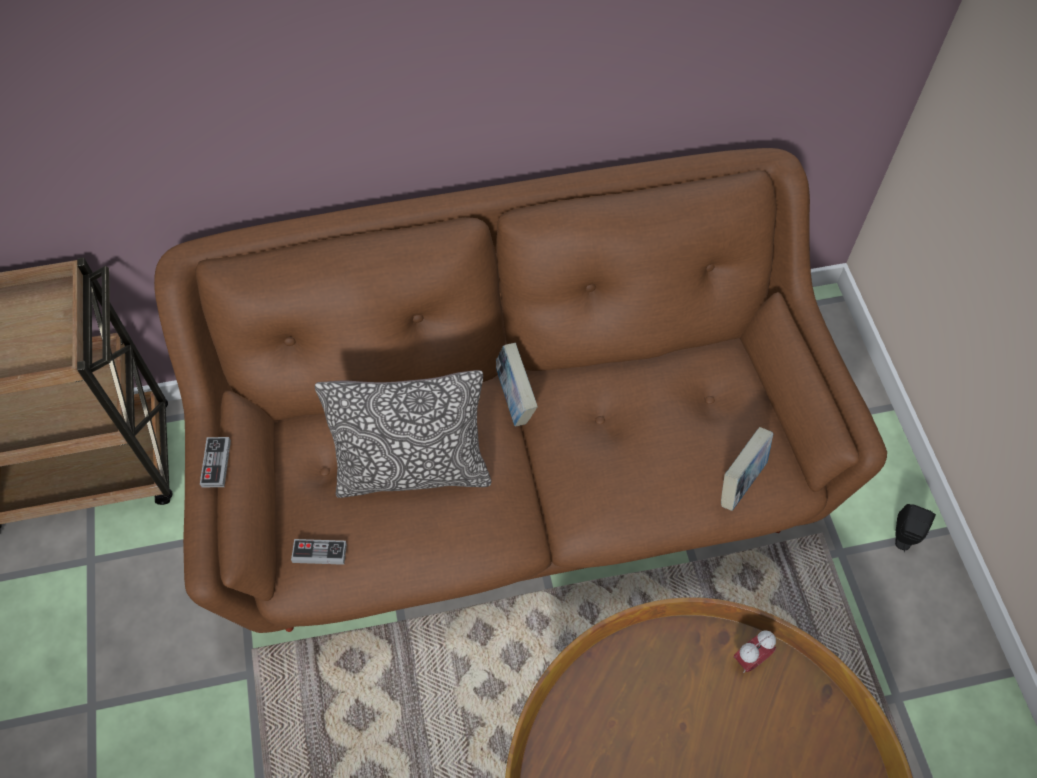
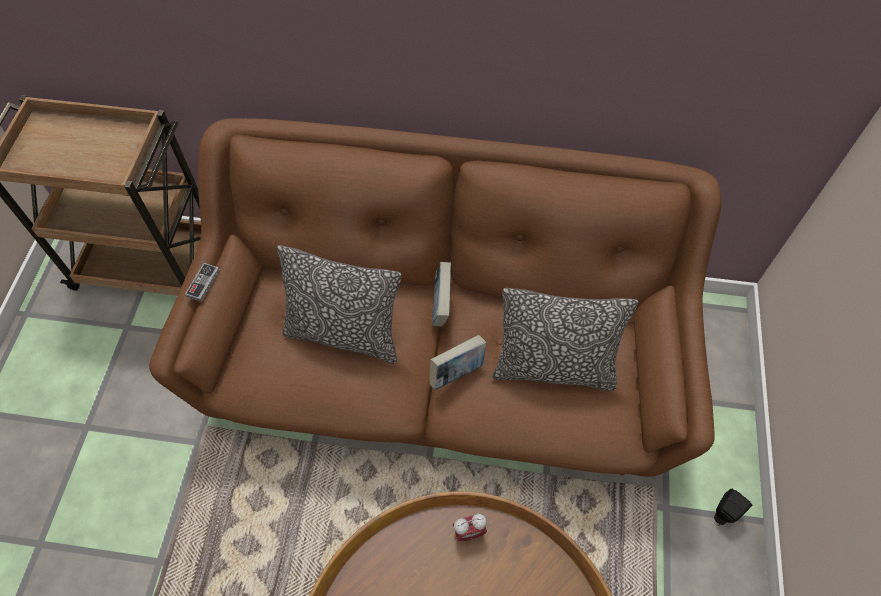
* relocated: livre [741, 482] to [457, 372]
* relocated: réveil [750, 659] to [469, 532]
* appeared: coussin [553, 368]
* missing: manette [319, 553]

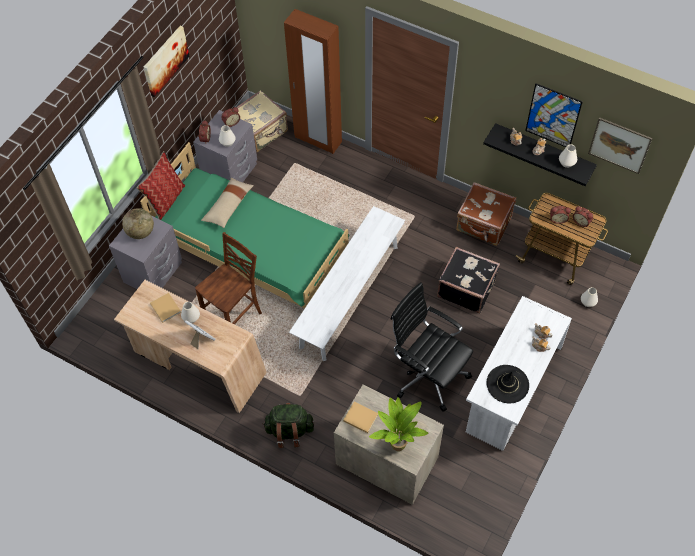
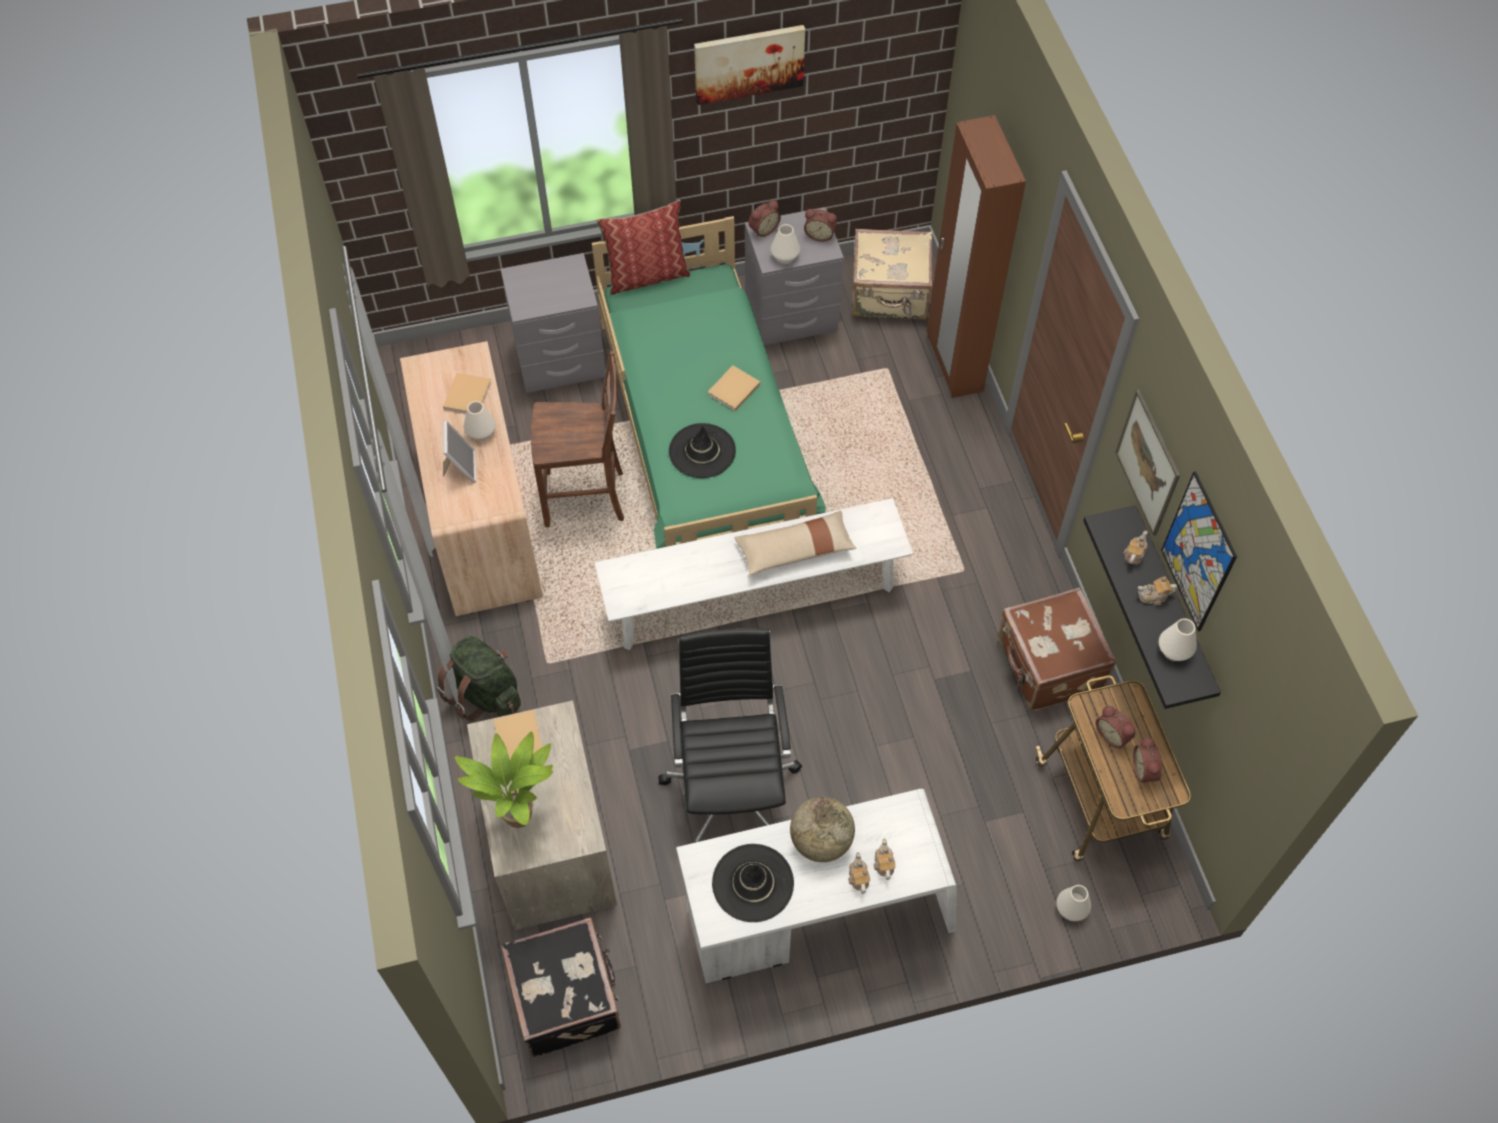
* relocated: valise/noir [466, 288] to [567, 996]
* appeared: chapeau/noir [702, 451]
* appeared: livre/beige [733, 390]
* relocated: coussin/beige [228, 206] to [795, 550]
* relocated: globe [140, 232] to [821, 841]
* relocated: tableau [619, 145] to [1147, 463]

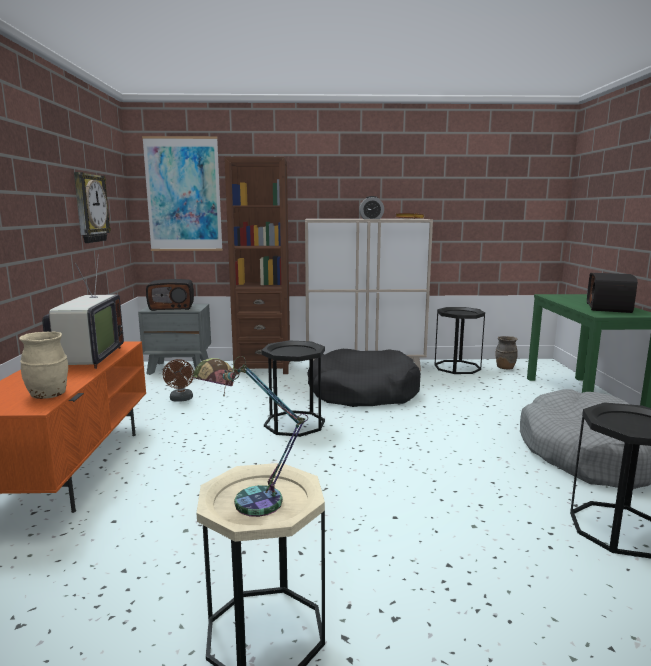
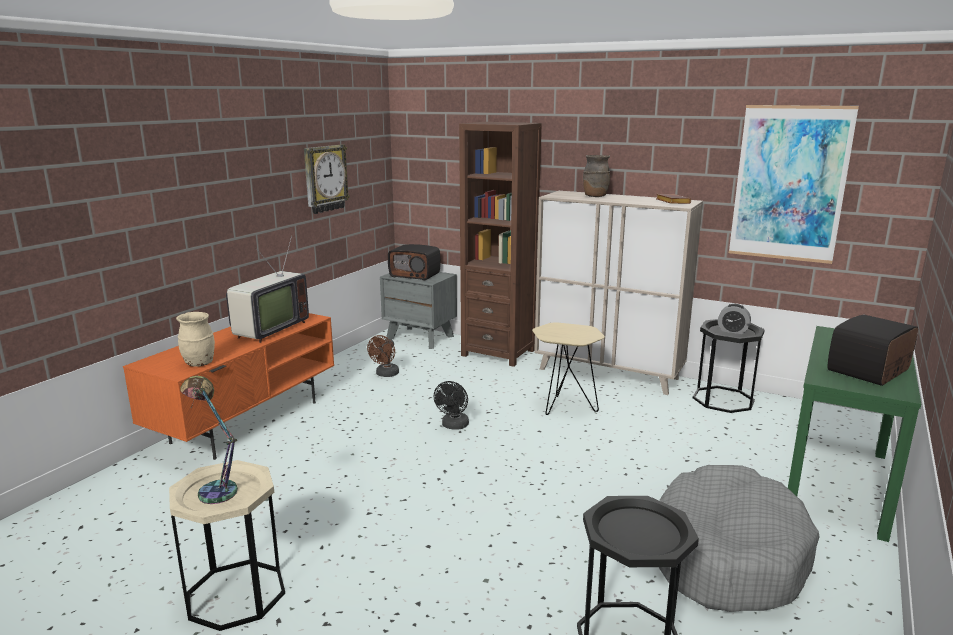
* exchanged: table d'appoint/noir [294, 423] to ventilateur/noir [454, 426]
* exchanged: panier pour chien/noir [363, 392] to table d'appoint/beige [564, 407]
* relocated: vase/marron [504, 368] to [595, 196]
* relocated: réveil [371, 219] to [732, 331]
* relocated: tableau [183, 195] to [789, 184]

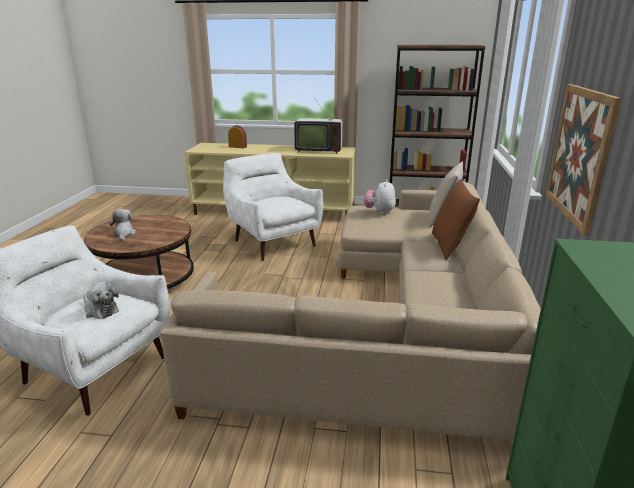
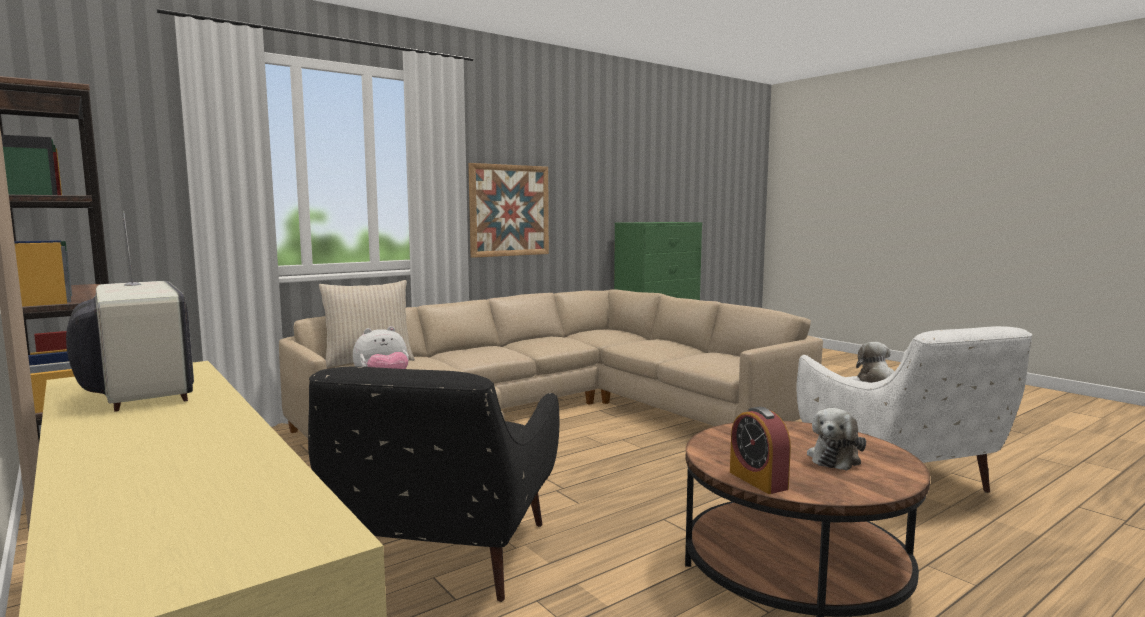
* colour: fauteuil/blanc [273, 242] to fauteuil/noir [445, 558]
* relocated: réveil [238, 147] to [758, 480]
* missing: coussin/marron [450, 246]

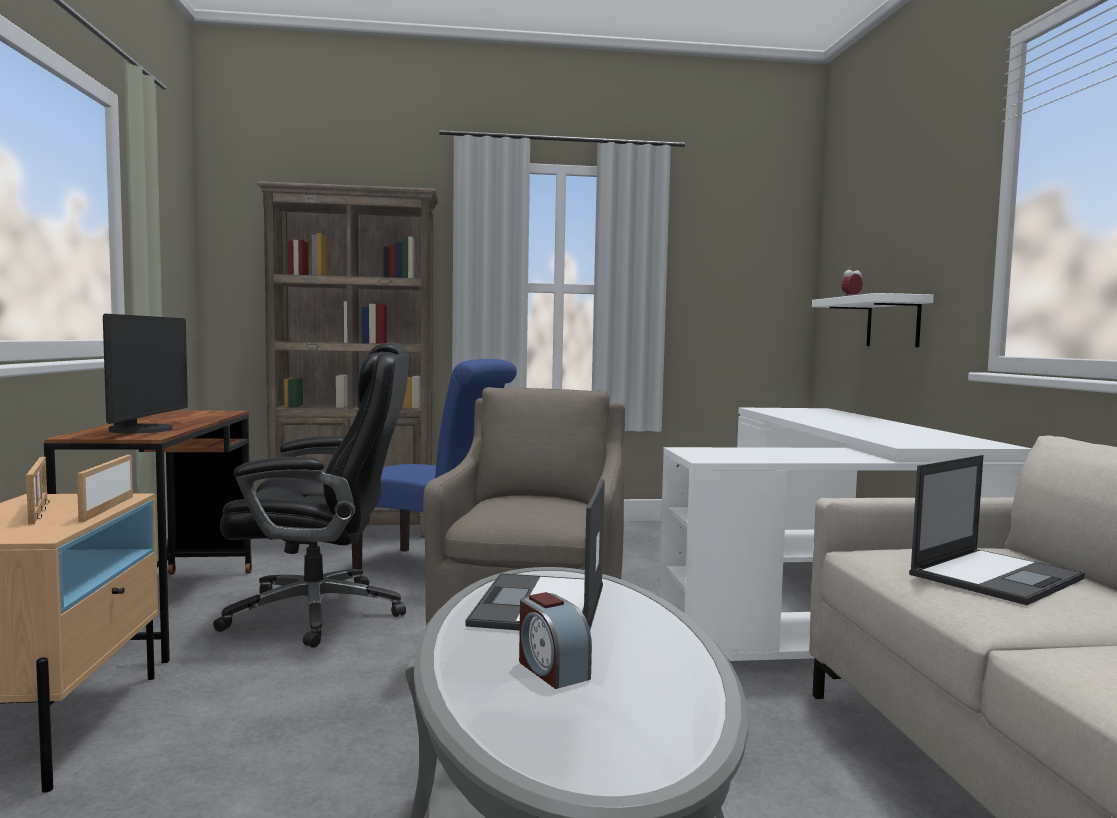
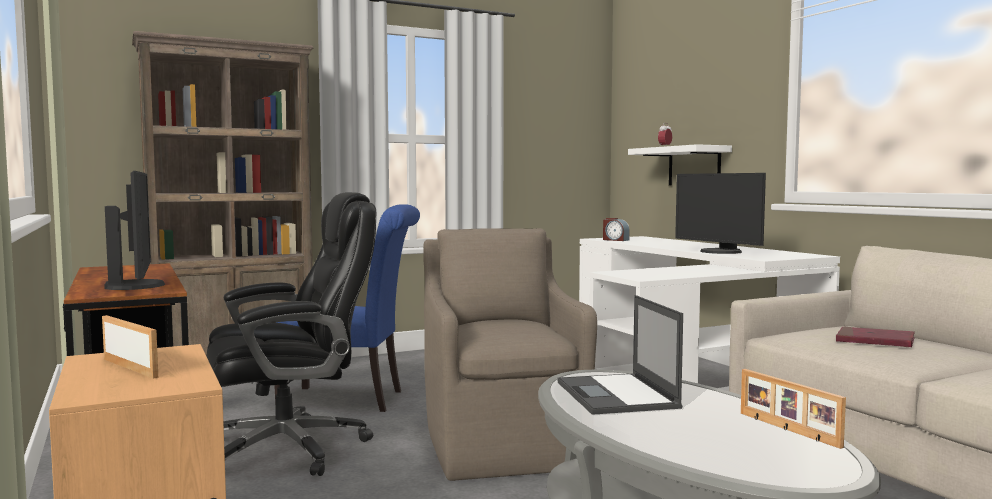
* relocated: réveil [551, 669] to [615, 240]
* appeared: écran d'ordinateur [719, 252]
* relocated: cadre photo [105, 508] to [787, 429]
* exchanged: ordinateur portable [996, 576] to livre/rouge [875, 341]

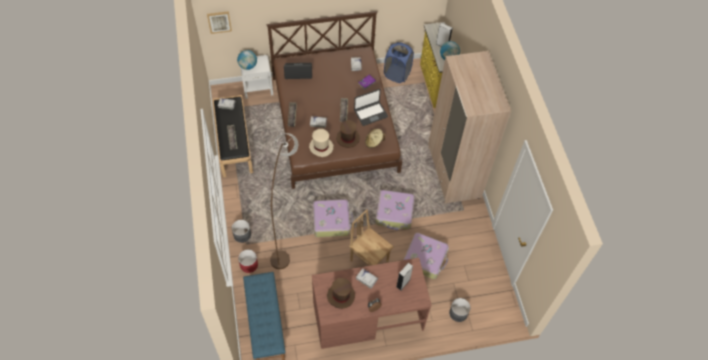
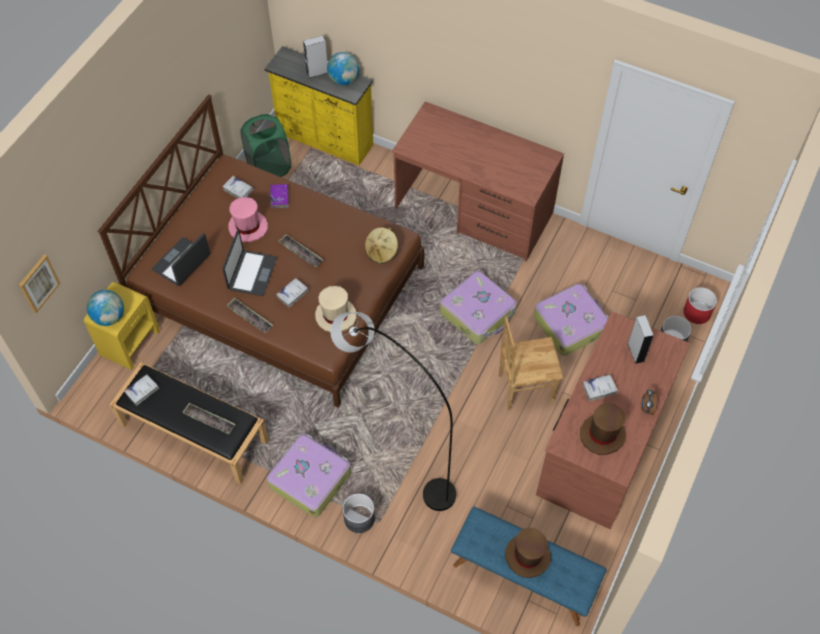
* colour: table de chevet/blanc [258, 88] to table de chevet/jaune [130, 342]
* relocated: ordinateur portable [370, 113] to [251, 273]
* appeared: chapeau/rose [248, 227]
* colour: panier à linge/bleu [397, 74] to panier à linge/vert [269, 167]
* relocated: valise [332, 221] to [310, 479]
* colour: lampadaire/marron [286, 228] to lampadaire/gris [395, 455]
* exchanged: armoire/beige [453, 173] to bureau/marron [474, 211]
* relocated: chapeau/marron [348, 138] to [527, 556]
* relocated: cache-pot/rouge [249, 265] to [697, 312]

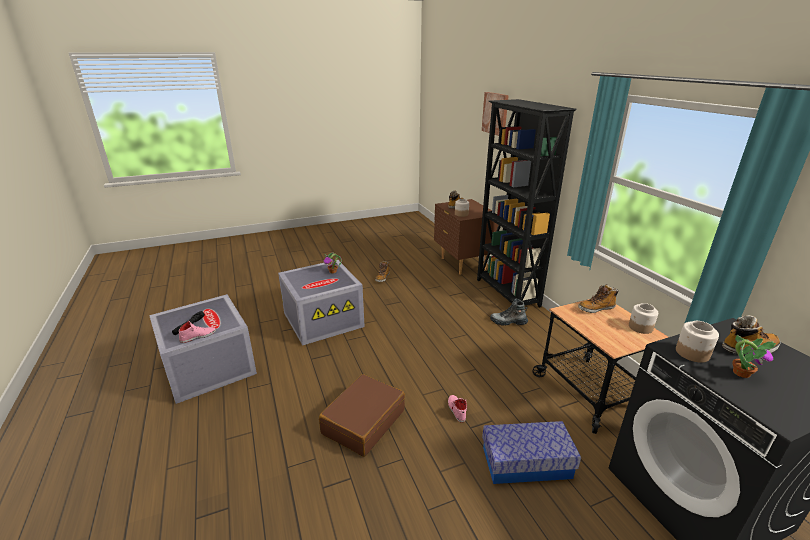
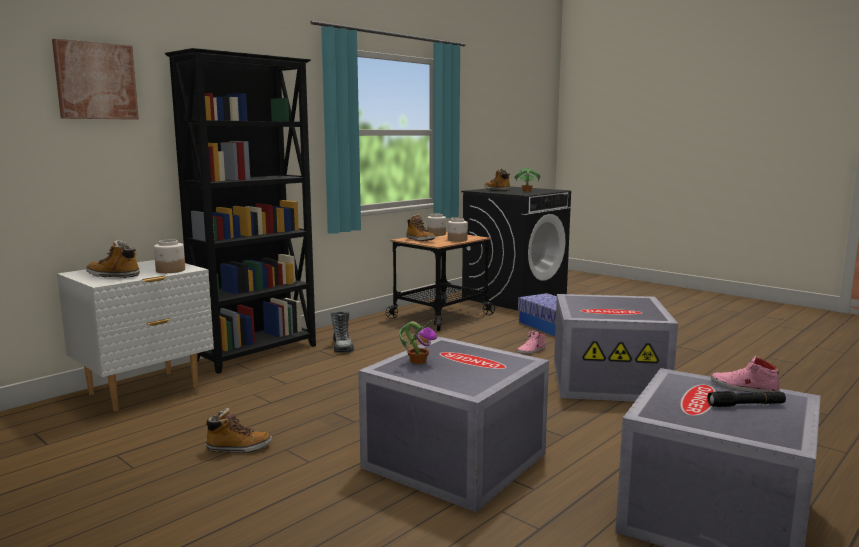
* colour: table de chevet/marron [462, 264] to table de chevet/blanc [145, 391]
* relocated: bocal [691, 353] to [457, 240]
* exchanged: valise/marron [363, 421] to boîte de rangement/gris [609, 380]

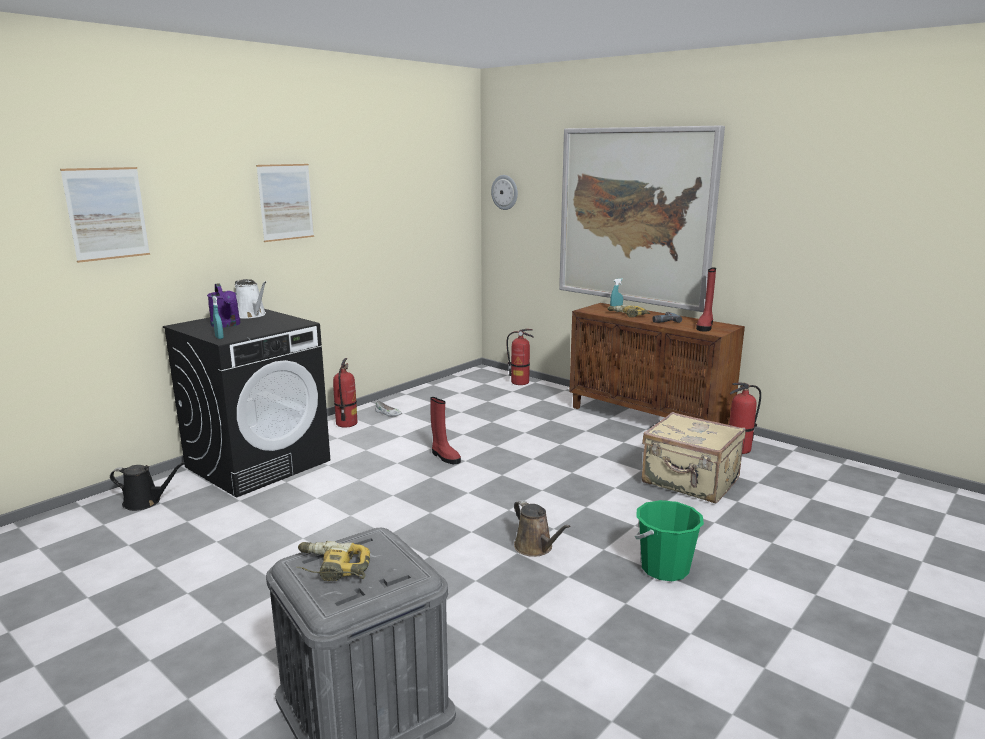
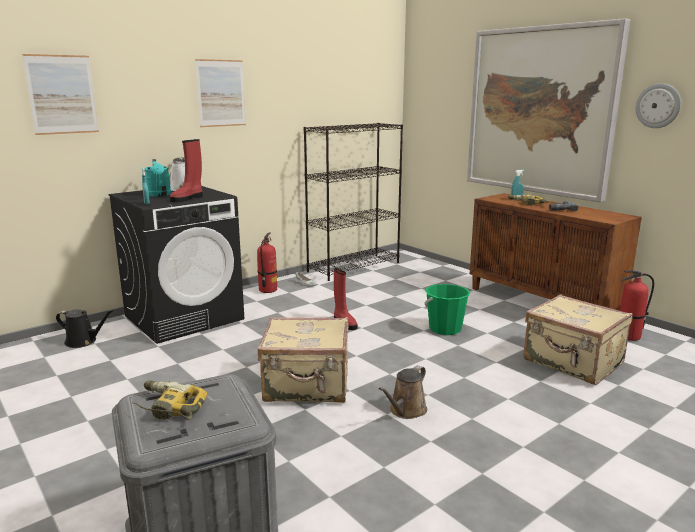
* colour: arrosoir/violet [227, 325] to arrosoir/turquoise [159, 195]
* relocated: botte/rouge [705, 326] to [187, 198]
* appeared: valise/beige [307, 386]
* appeared: bibliothèque/noir [354, 267]
* spun: arrosoir/marron [535, 548] = [406, 411] 60 degrees clockwise
* relocated: seau/vert [664, 568] to [445, 329]
* relocated: horloge murale [505, 192] to [658, 106]
* missing: extincteur [520, 382]

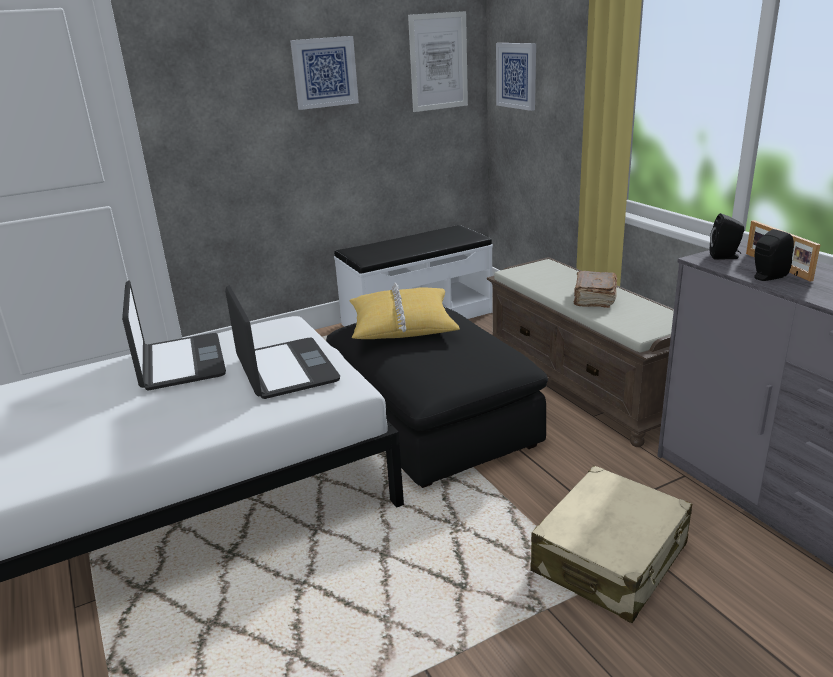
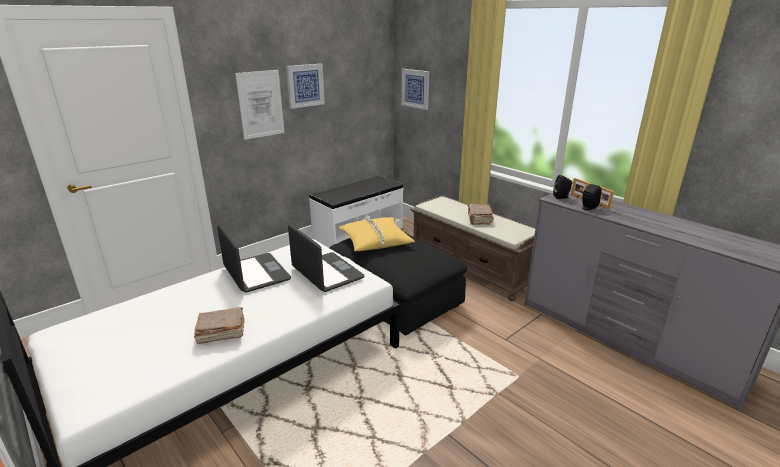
* appeared: livre/marron [220, 333]
* relocated: tableau [438, 62] to [260, 104]
* missing: valise/beige [610, 558]

